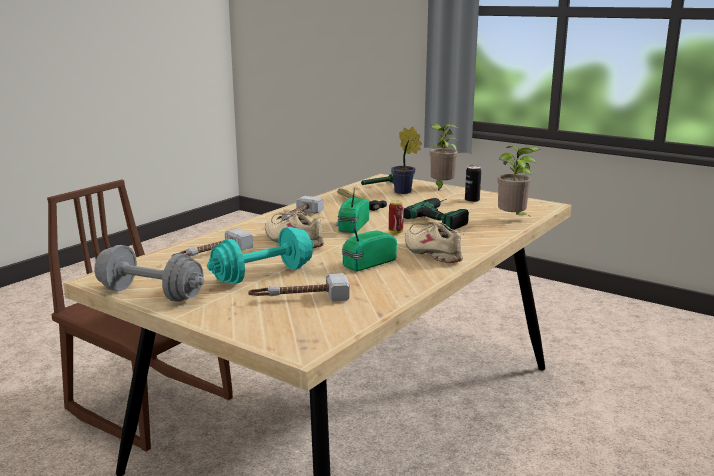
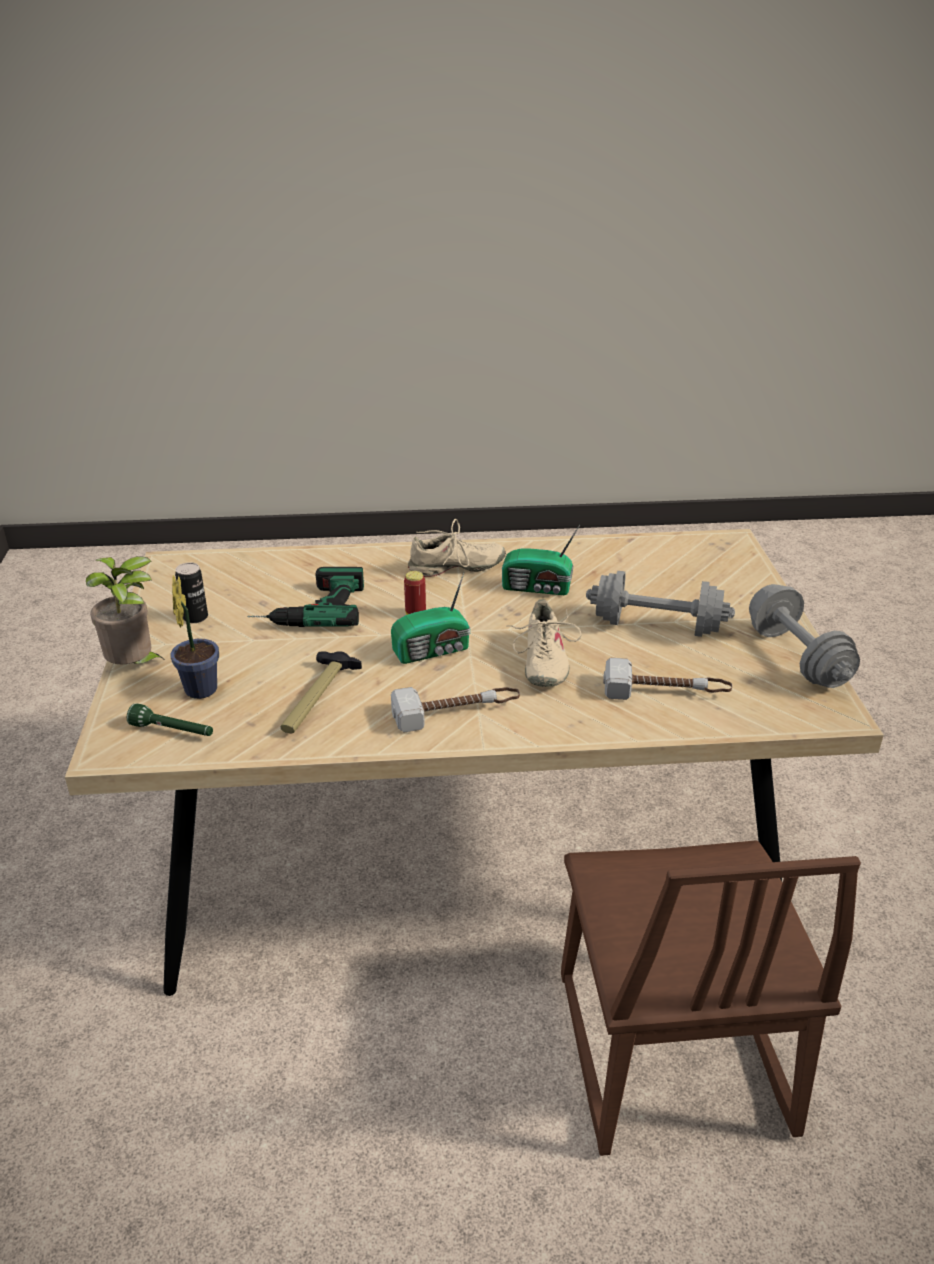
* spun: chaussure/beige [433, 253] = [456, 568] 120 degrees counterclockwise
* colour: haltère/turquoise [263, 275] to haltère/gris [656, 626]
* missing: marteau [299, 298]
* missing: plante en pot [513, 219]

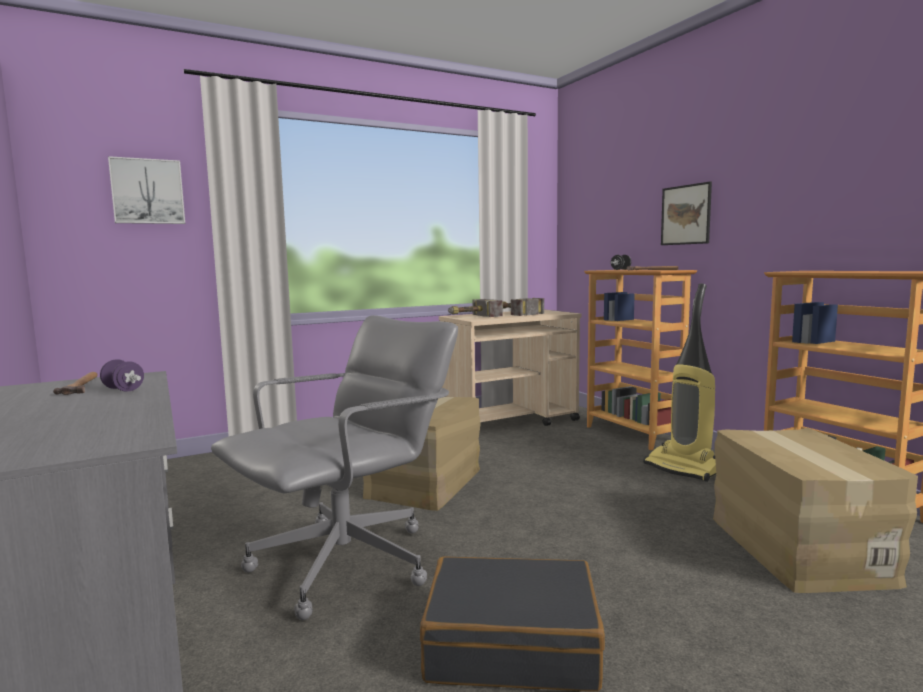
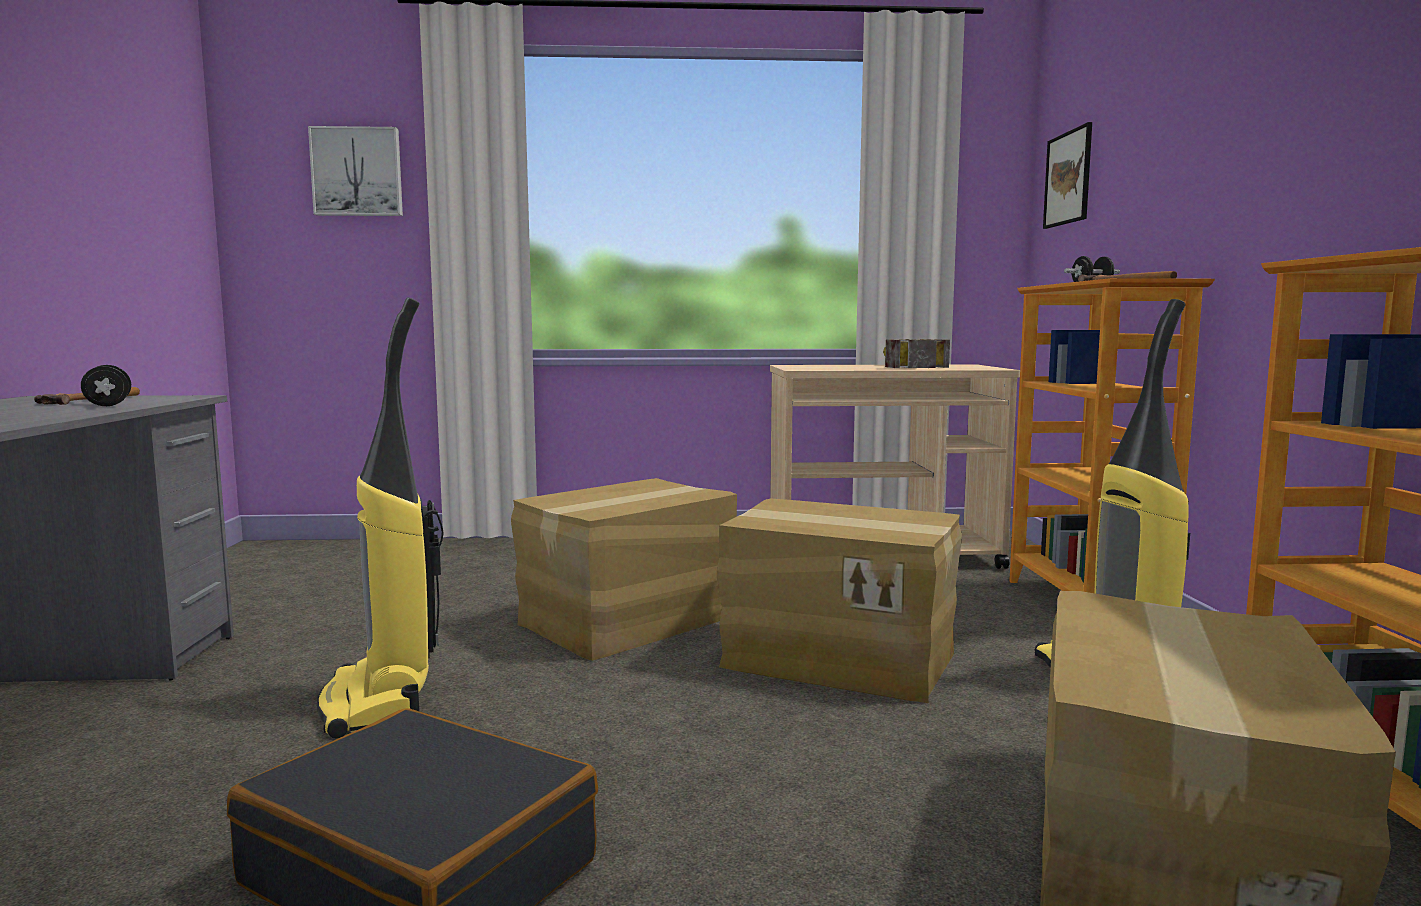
* colour: haltère/violet [123, 389] to haltère/noir [108, 405]
* exchanged: chaise de bureau/gris [347, 563] to aspirateur [380, 702]
* appeared: carton [840, 657]
* relocated: tableau [686, 215] to [1068, 178]
* missing: marteau [471, 316]

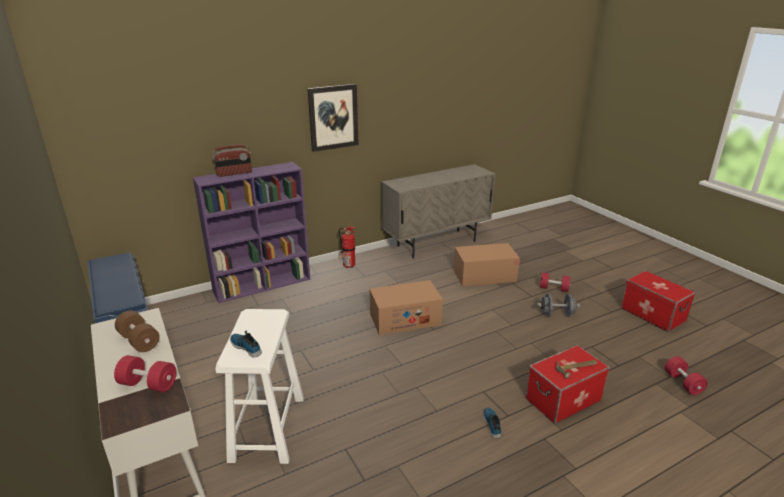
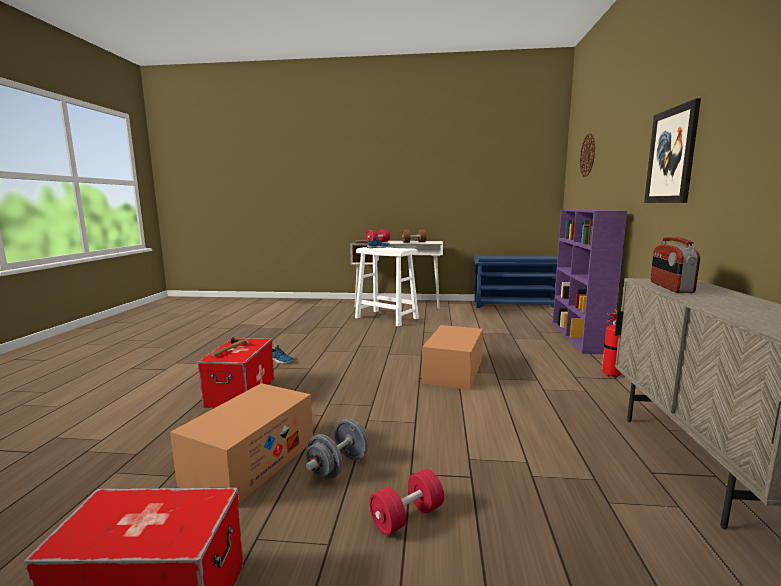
* relocated: carton [484, 275] to [250, 462]
* appeared: horloge murale [588, 155]
* relocated: radio [234, 173] to [670, 287]
* missing: haltère/rouge [683, 383]

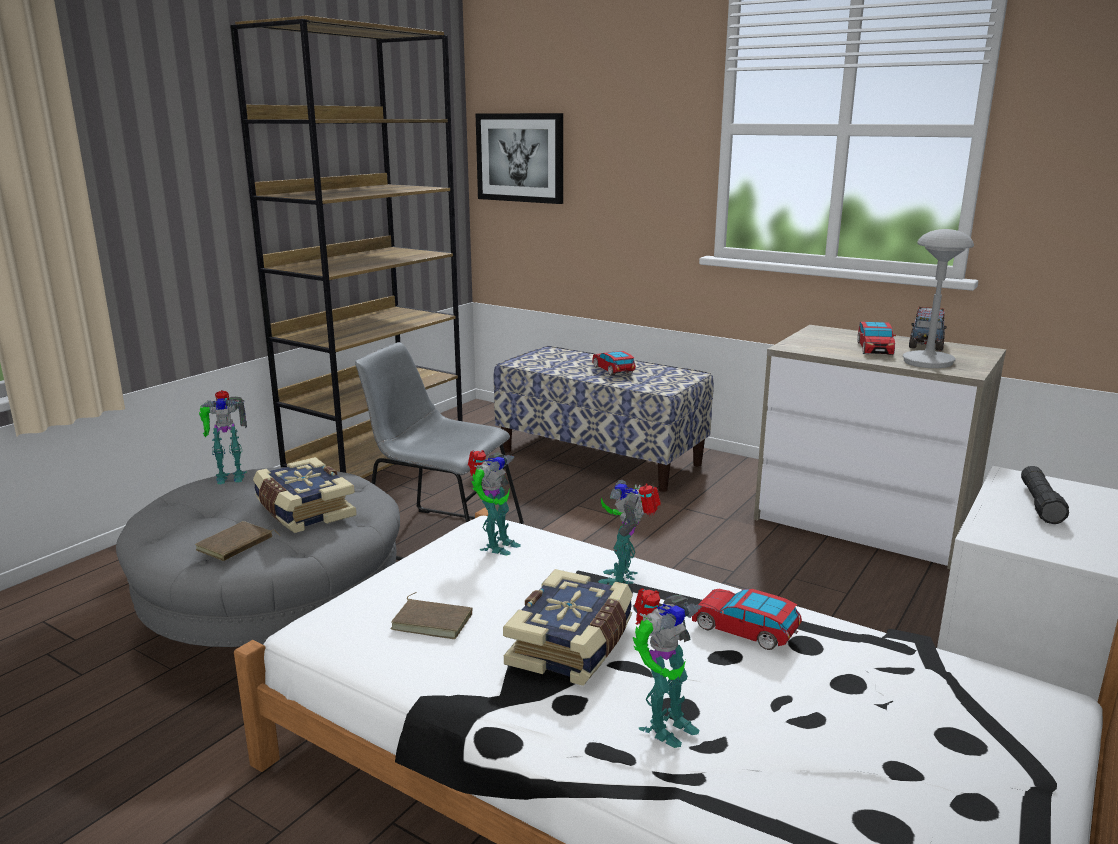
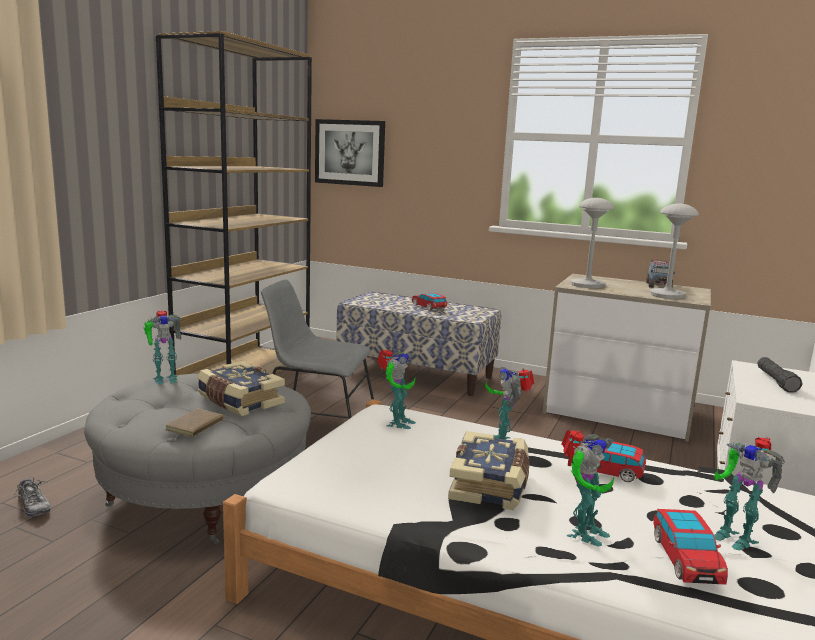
* appeared: chaussure [33, 507]
* appeared: lampe de table/gris [587, 285]
* relocated: petite voiture [874, 349] to [685, 559]
* appeared: robot jouet [734, 536]
* missing: livre/marron [433, 621]

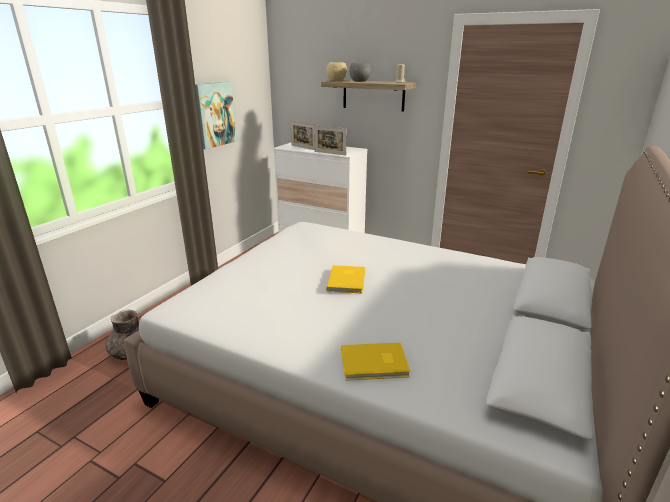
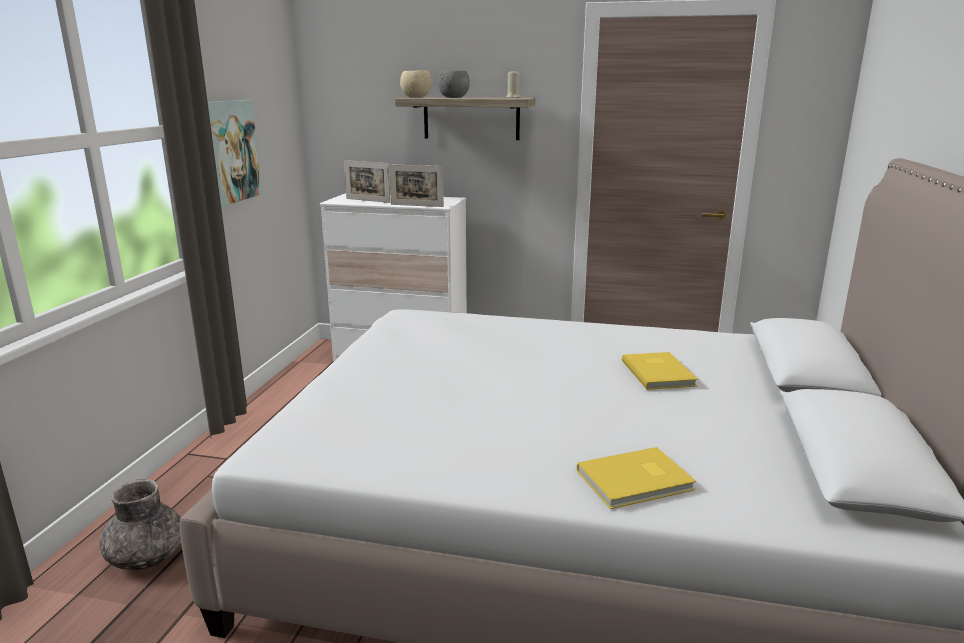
* relocated: livre/jaune [348, 280] to [659, 372]

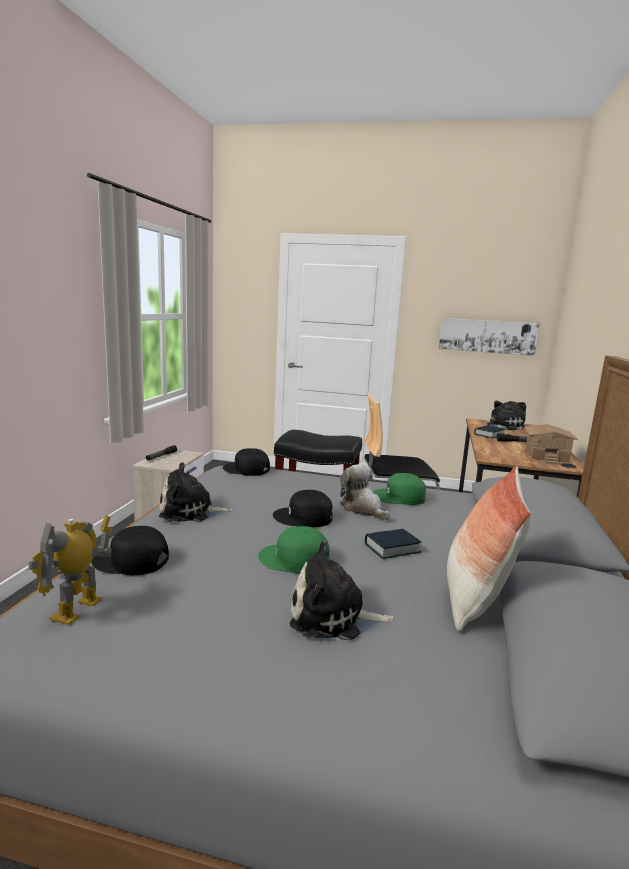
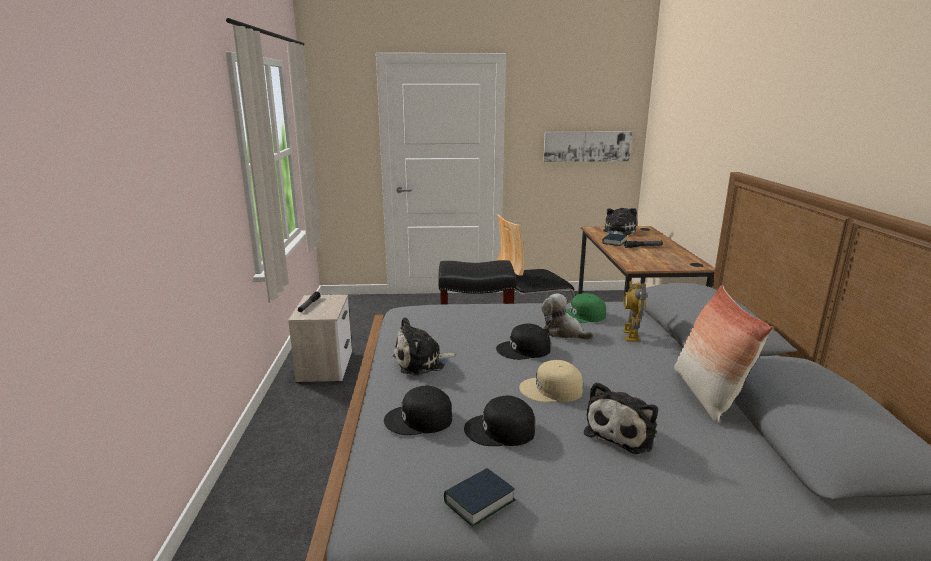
* relocated: livre [392, 548] to [479, 501]
* relocated: casquette/noir [246, 469] to [500, 430]
* colour: casquette/vert [294, 559] to casquette/beige [551, 390]
* spun: peluche [333, 617] = [623, 432] 45 degrees counterclockwise
* relocated: robot jouet [77, 609] to [630, 335]
* missing: maison miniature [547, 455]

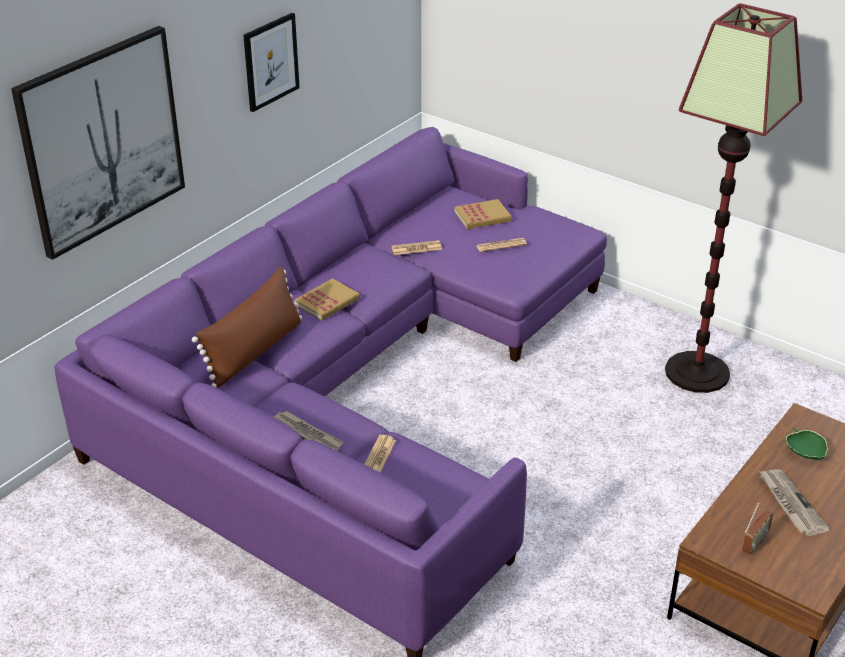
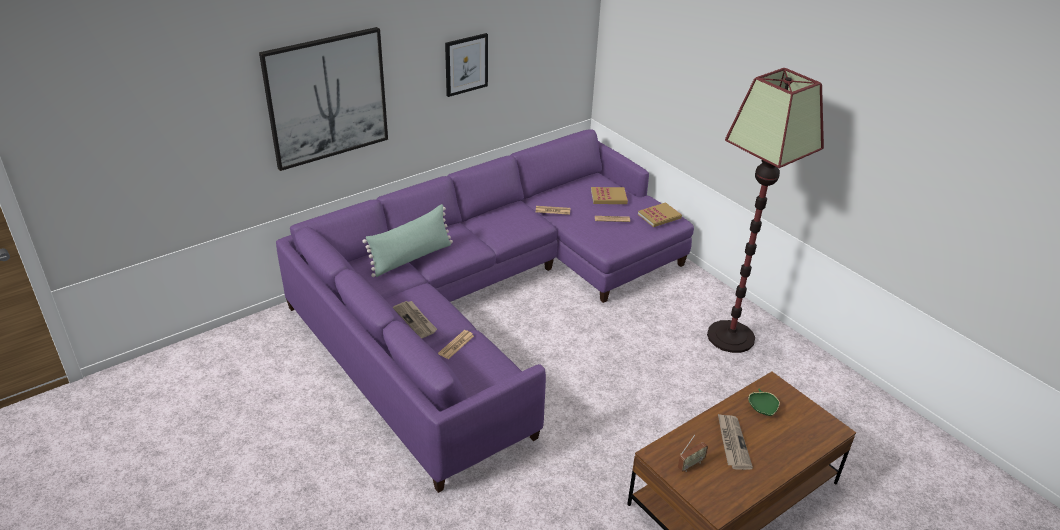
* colour: coussin/marron [254, 351] to coussin/vert [411, 258]
* relocated: livre [327, 302] to [659, 216]

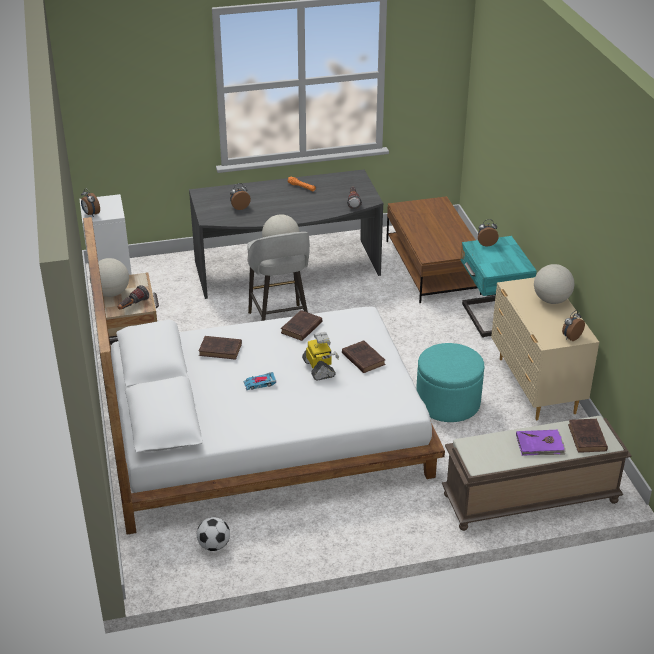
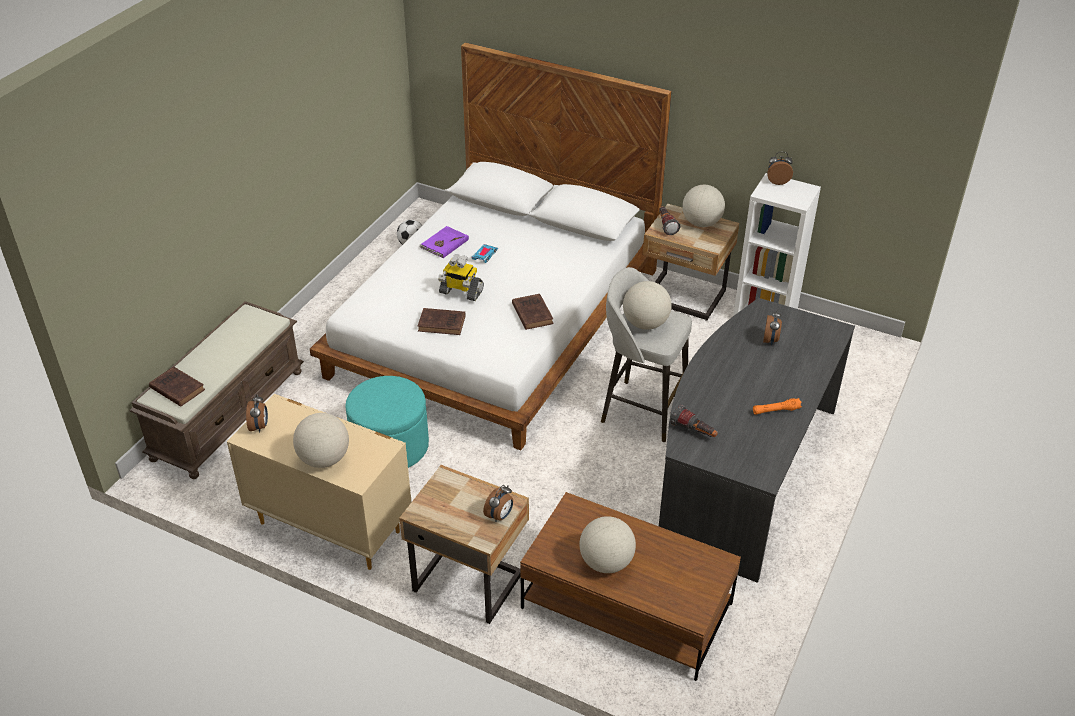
* colour: table de chevet/turquoise [491, 318] to table de chevet/beige [468, 580]
* relocated: livre/violet [540, 445] to [444, 244]
* appeared: globe [606, 562]
* missing: livre/marron [221, 350]

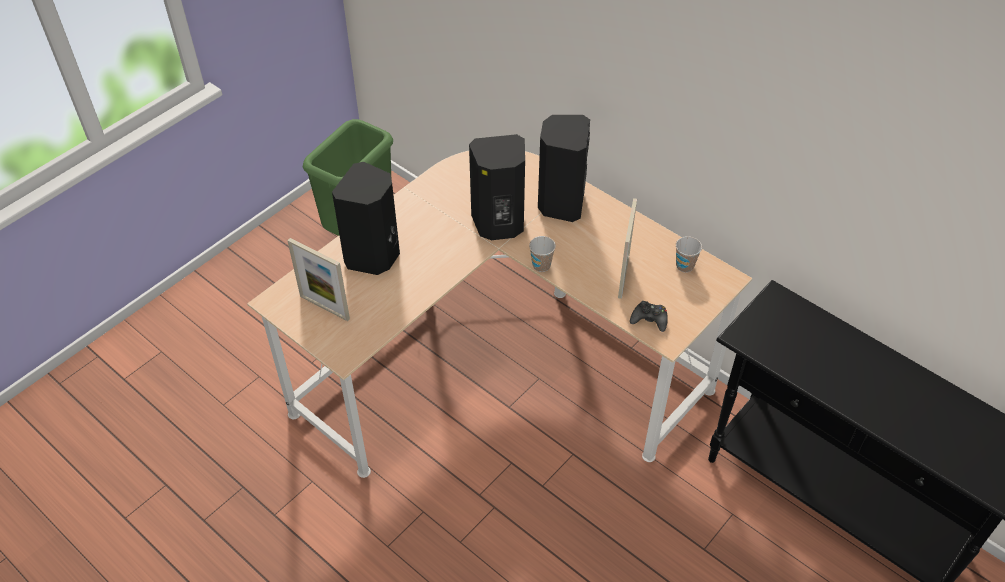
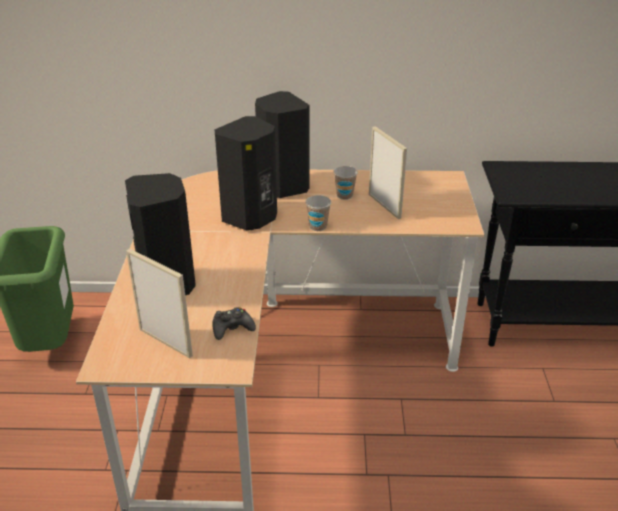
* spun: cadre photo [324, 307] = [165, 342] 135 degrees counterclockwise
* relocated: manette/noir [649, 319] to [232, 328]
* relocated: tasse [684, 266] to [344, 195]

